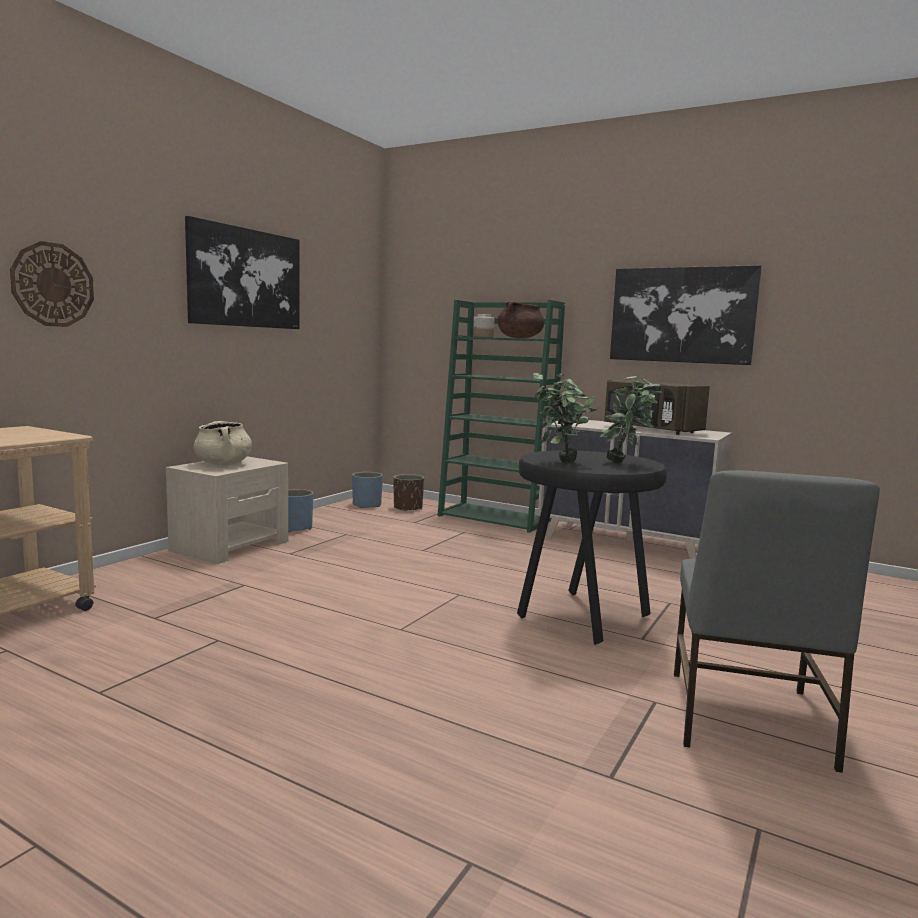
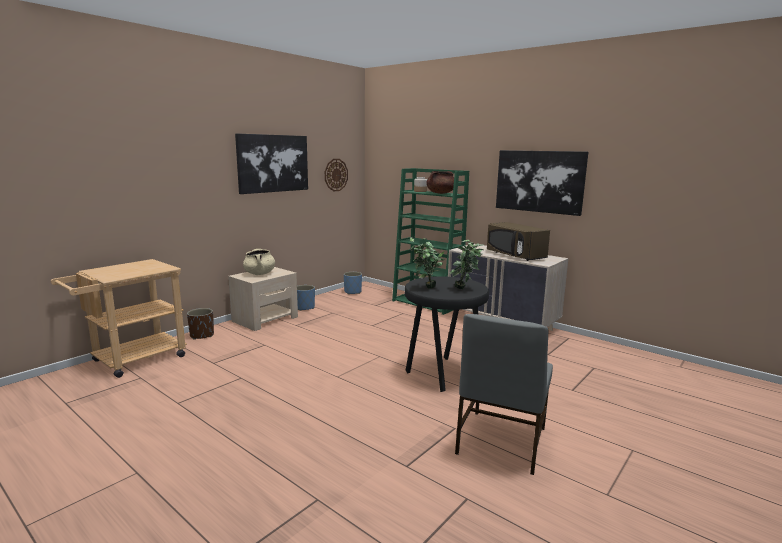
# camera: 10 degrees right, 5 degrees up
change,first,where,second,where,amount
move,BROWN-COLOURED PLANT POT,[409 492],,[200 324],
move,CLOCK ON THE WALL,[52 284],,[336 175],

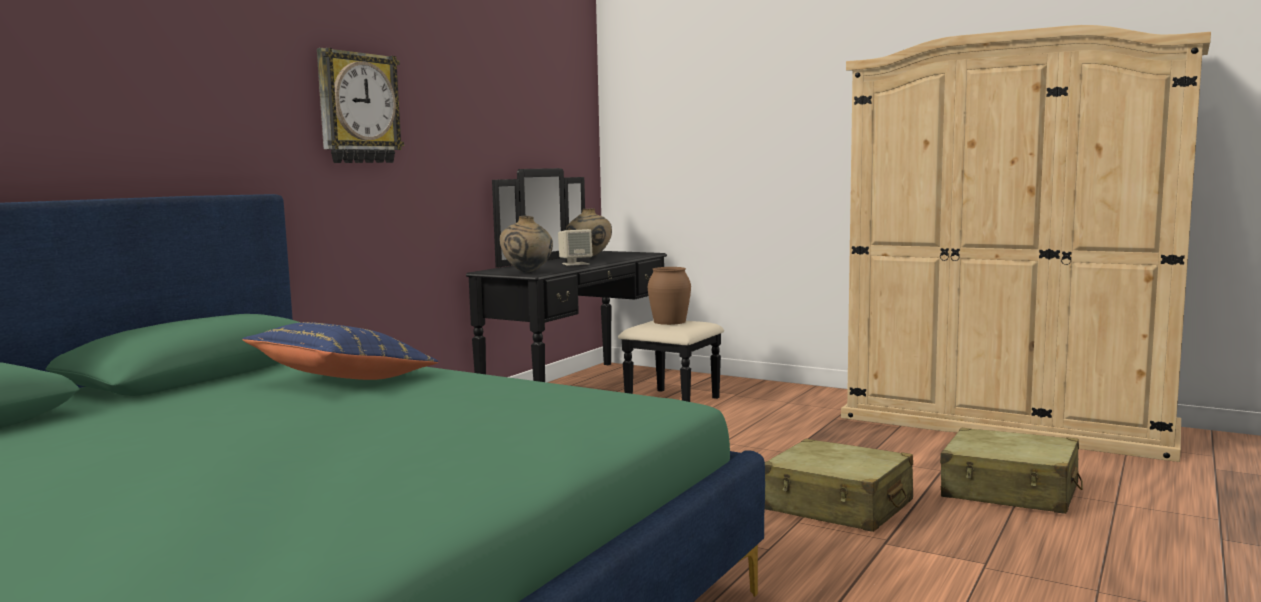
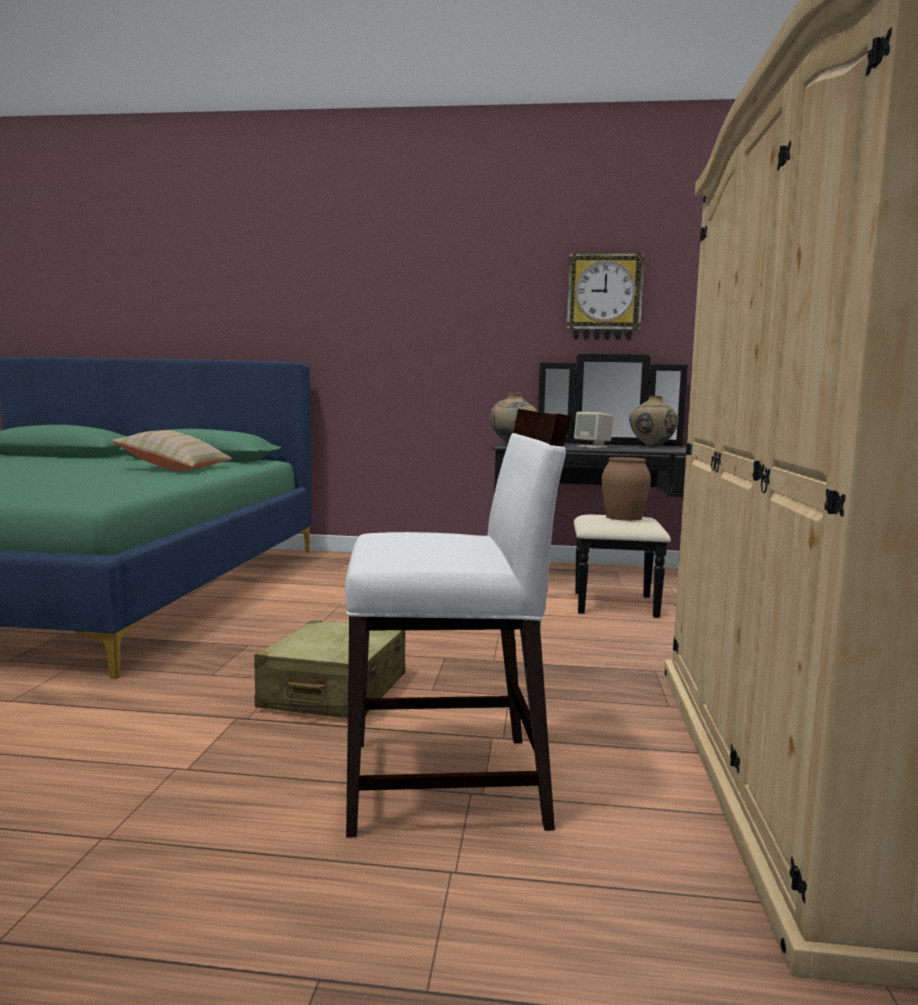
# camera: 65 degrees right, 0 degrees up
change,first,where,second,where,amount
recolor,BLUISH CUSHION,[340 351],SAND-COLOURED CUSHION,[172 450],
replace,SAND-COLOURED PIECE OF LUGGAGE,[1011 471],WHITE-COLOURED CHAIR,[458 623],
move,CLOCK ON THE WALL,[360 105],,[605 296],

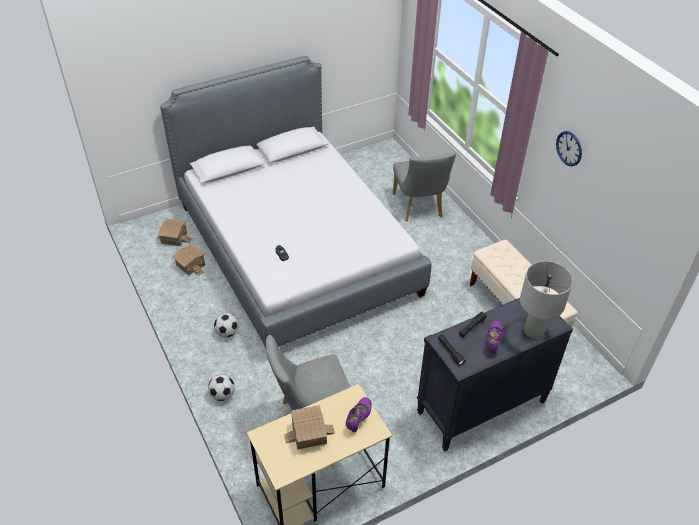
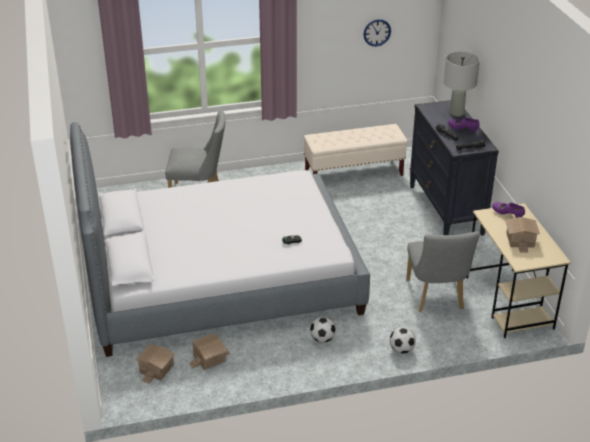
# camera: 75 degrees left, 10 degrees down
change,first,where,second,where,amount
move,CLOCK ON THE WALL,[569 148],,[377 32],

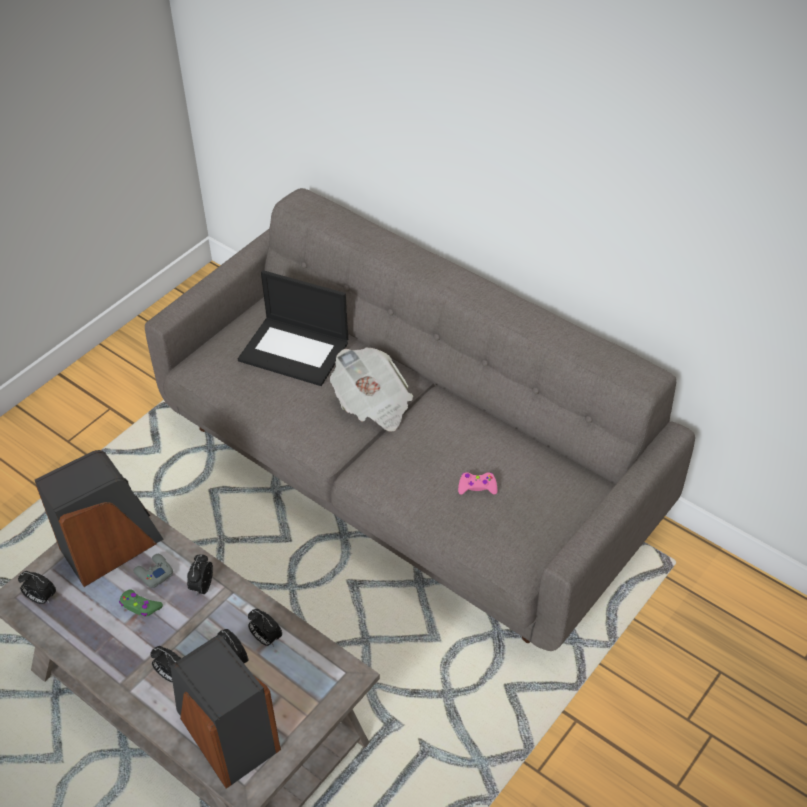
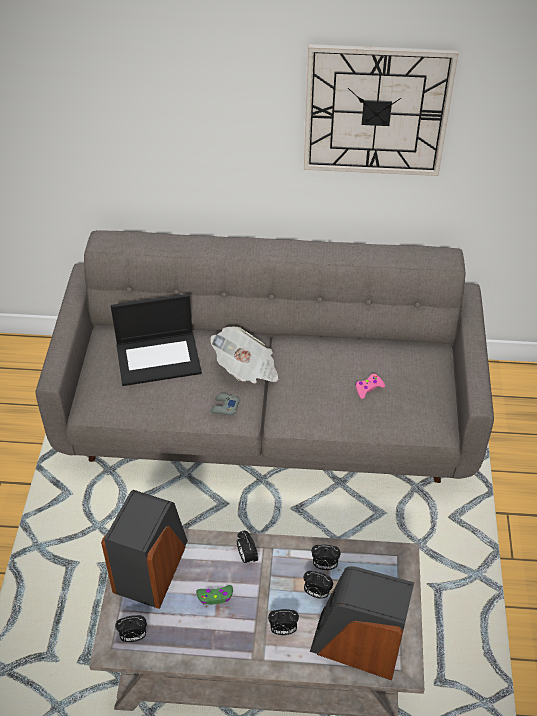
# camera: 35 degrees left, 0 degrees up
change,first,where,second,where,amount
move,GREYISH GAME CONTROLLER,[153 571],,[225 404],
insert,,,CLOCK ON THE WALL,[381 110],

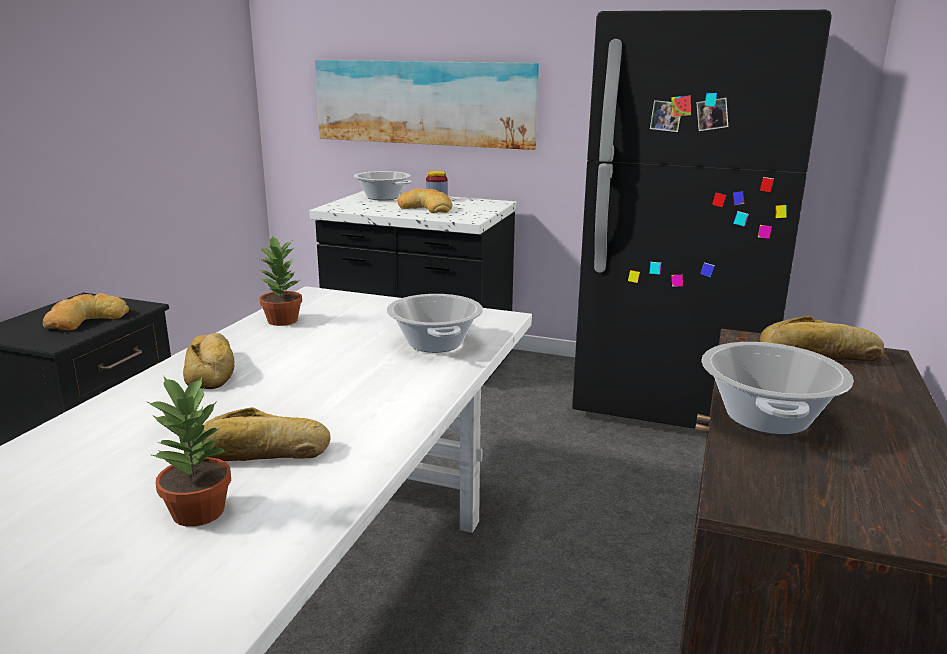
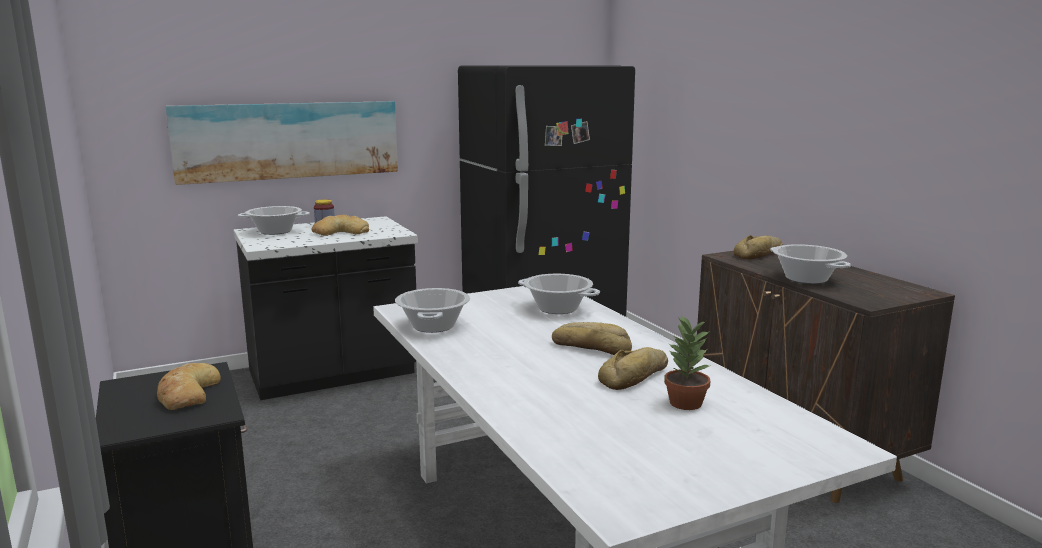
# camera: 45 degrees left, 5 degrees down
change,first,where,second,where,amount
replace,POTTED PLANT,[280 280],STOCKPOT,[432 310],
move,BREAD,[208 361],,[592 338],

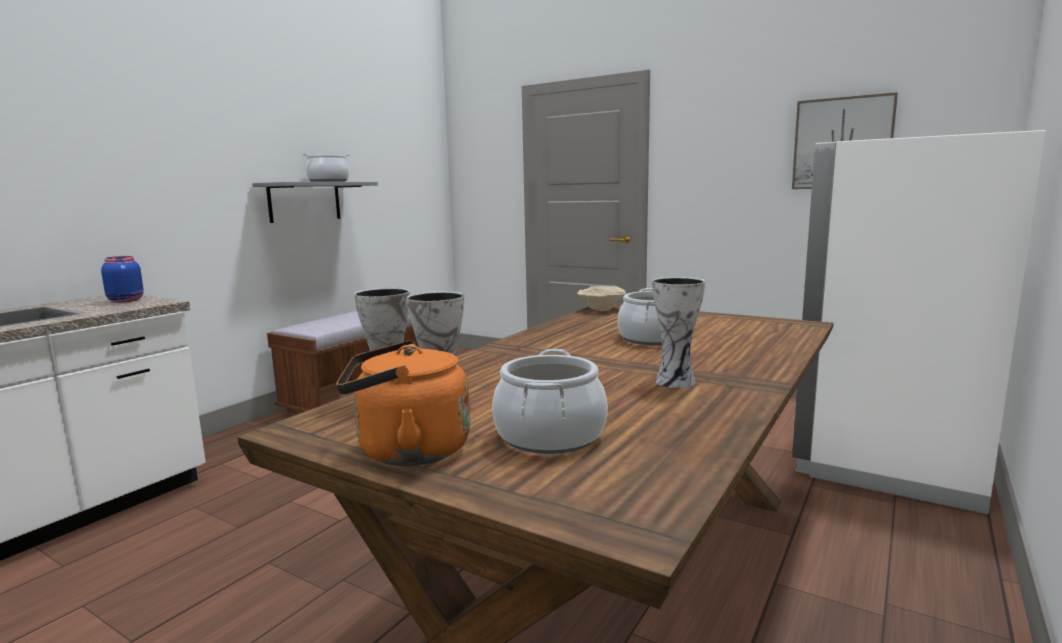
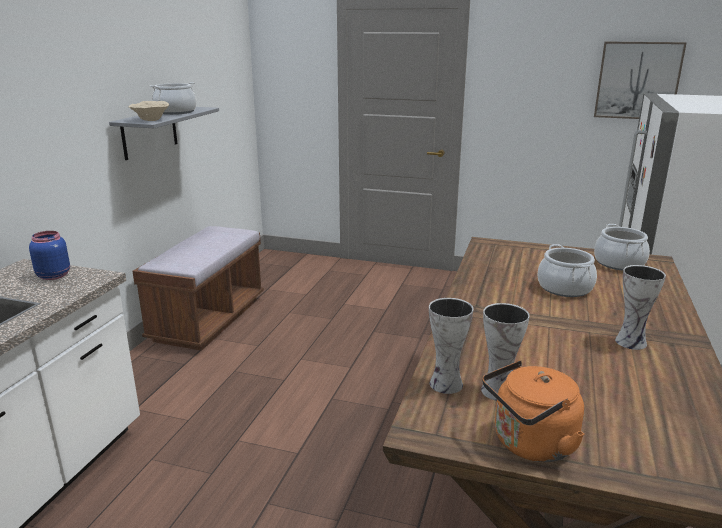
# camera: 15 degrees left, 10 degrees up
change,first,where,second,where,amount
move,SAND-COLOURED SERVING BOWL,[601 298],,[149 111],
move,STOCKPOT,[550 401],,[622 247],

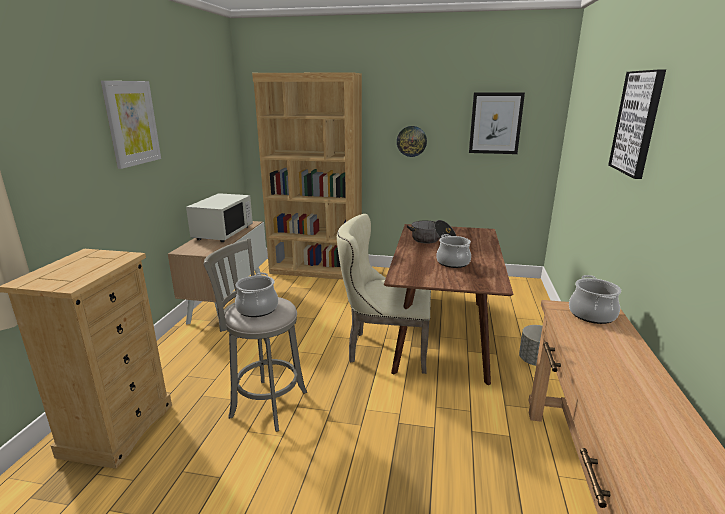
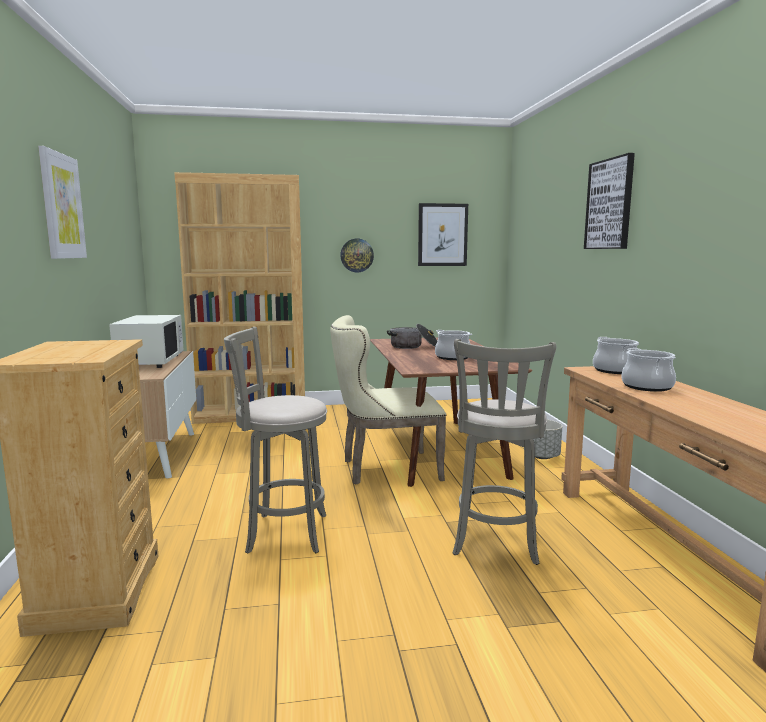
# camera: 20 degrees left, 10 degrees down
change,first,where,second,where,amount
insert,,,GREYISH STOOL SEAT,[504 452],
move,STOCKPOT,[256 295],,[648 370],

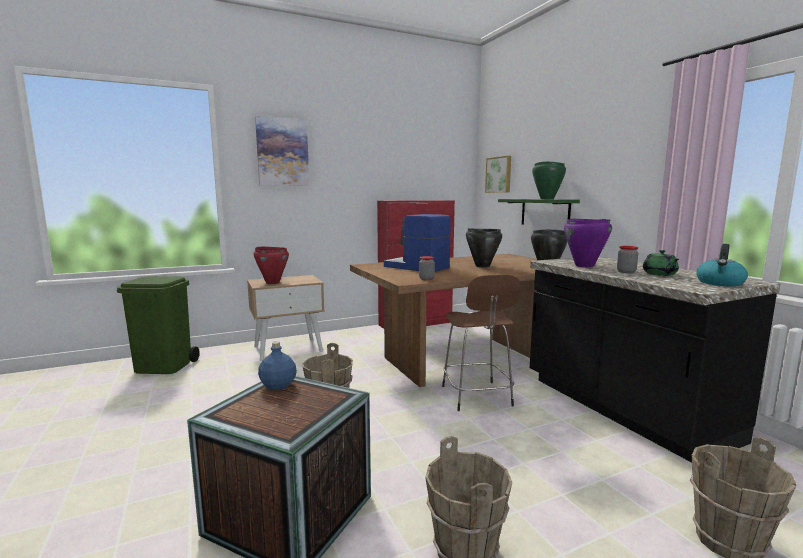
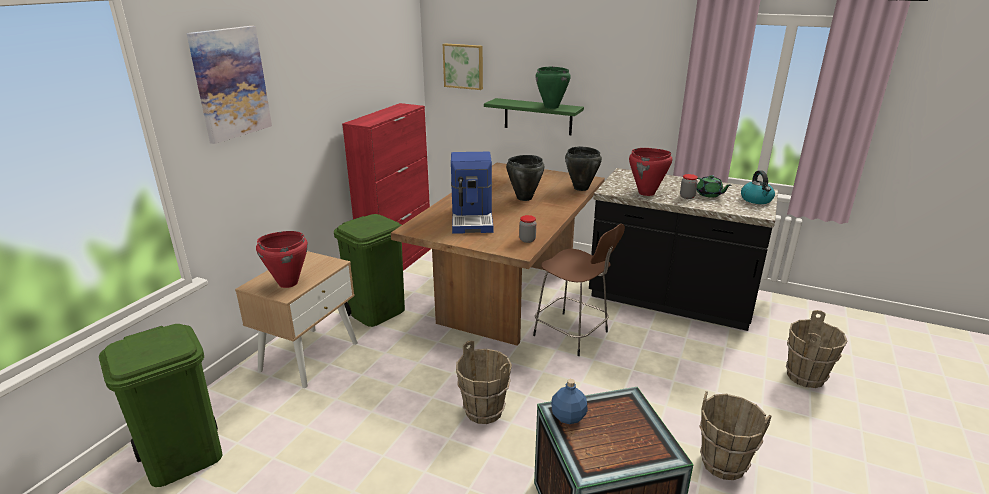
# camera: 40 degrees left, 15 degrees up
change,first,where,second,where,amount
insert,,,GREEN WASTE BIN,[369 270],
rotate,COFFEE MAKER,[417 243],,[472 193],90 degrees counterclockwise
recolor,PURPLISH STOCKPOT,[588 243],RED STOCKPOT,[650 172],

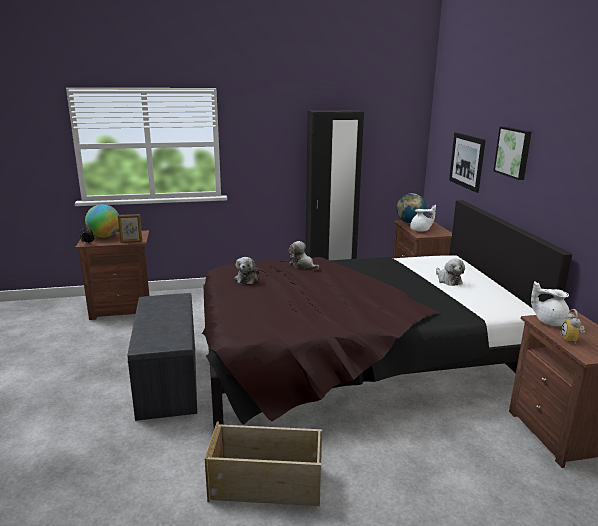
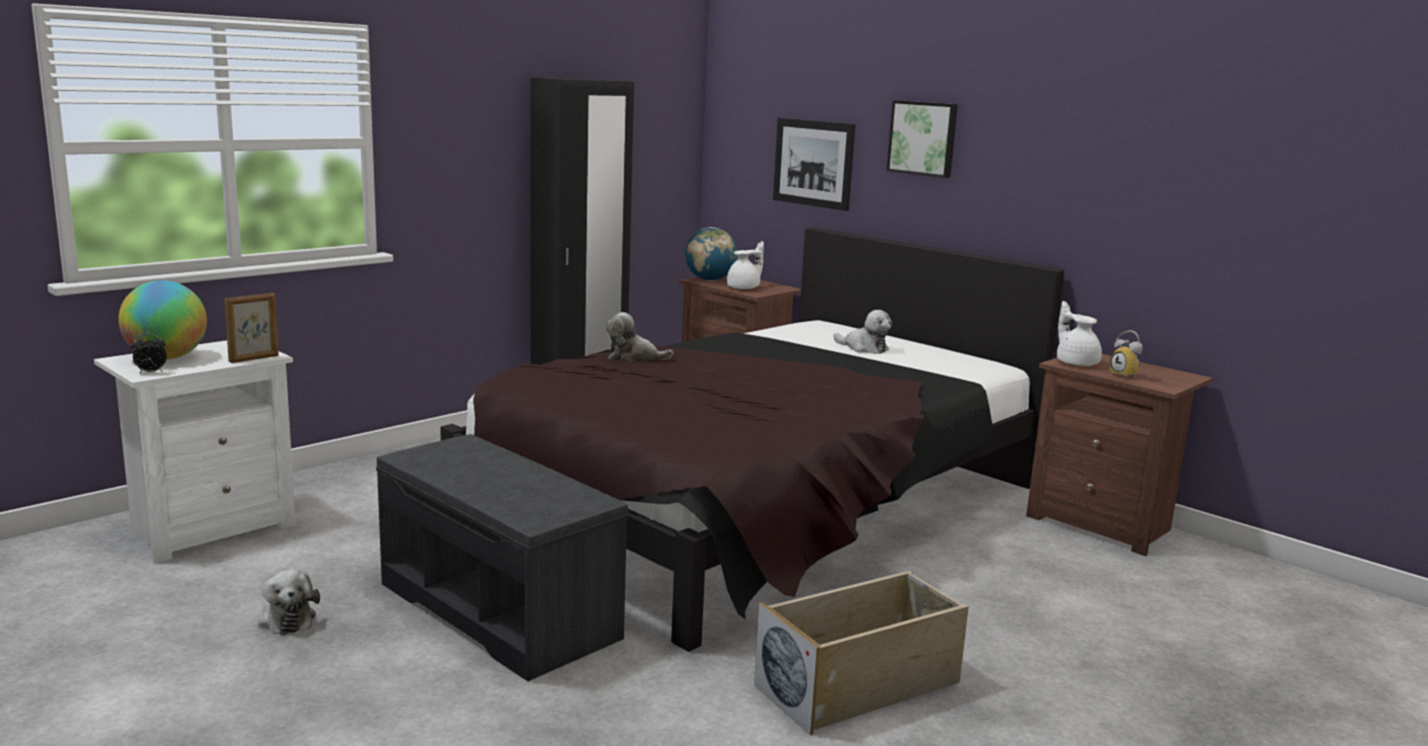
# camera: 35 degrees left, 5 degrees down
change,first,where,second,where,amount
recolor,BROWN-COLOURED NIGHTSTAND,[112 275],WHITE-COLOURED NIGHTSTAND,[195 451],
move,SOFT TOY,[247 270],,[289 602],
rotate,WHITE-COLOURED TEA POT,[550 303],,[1079 333],75 degrees clockwise

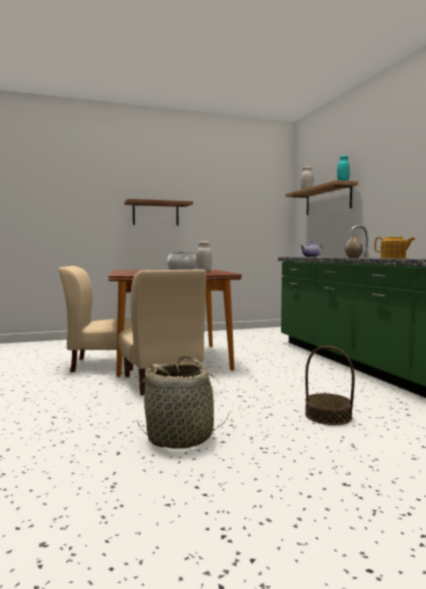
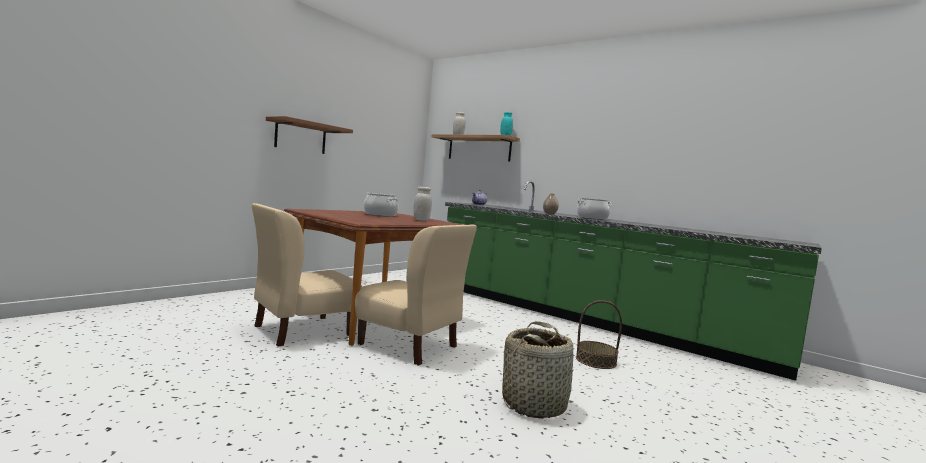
# camera: 35 degrees left, 0 degrees up
change,first,where,second,where,amount
replace,TEA POT,[395 248],STOCKPOT,[594 209],

